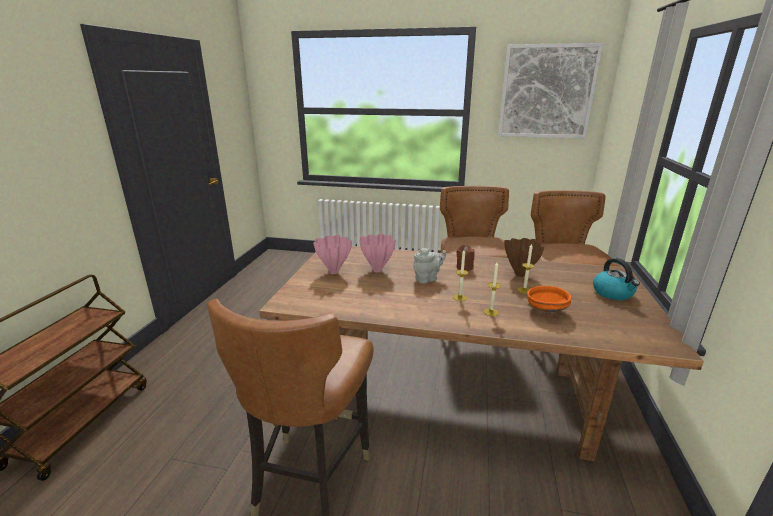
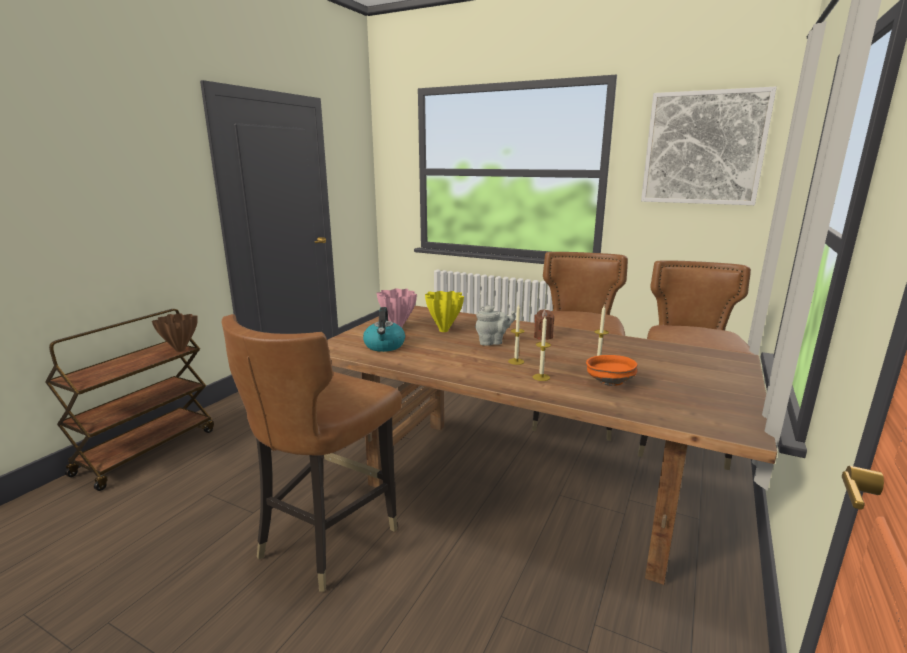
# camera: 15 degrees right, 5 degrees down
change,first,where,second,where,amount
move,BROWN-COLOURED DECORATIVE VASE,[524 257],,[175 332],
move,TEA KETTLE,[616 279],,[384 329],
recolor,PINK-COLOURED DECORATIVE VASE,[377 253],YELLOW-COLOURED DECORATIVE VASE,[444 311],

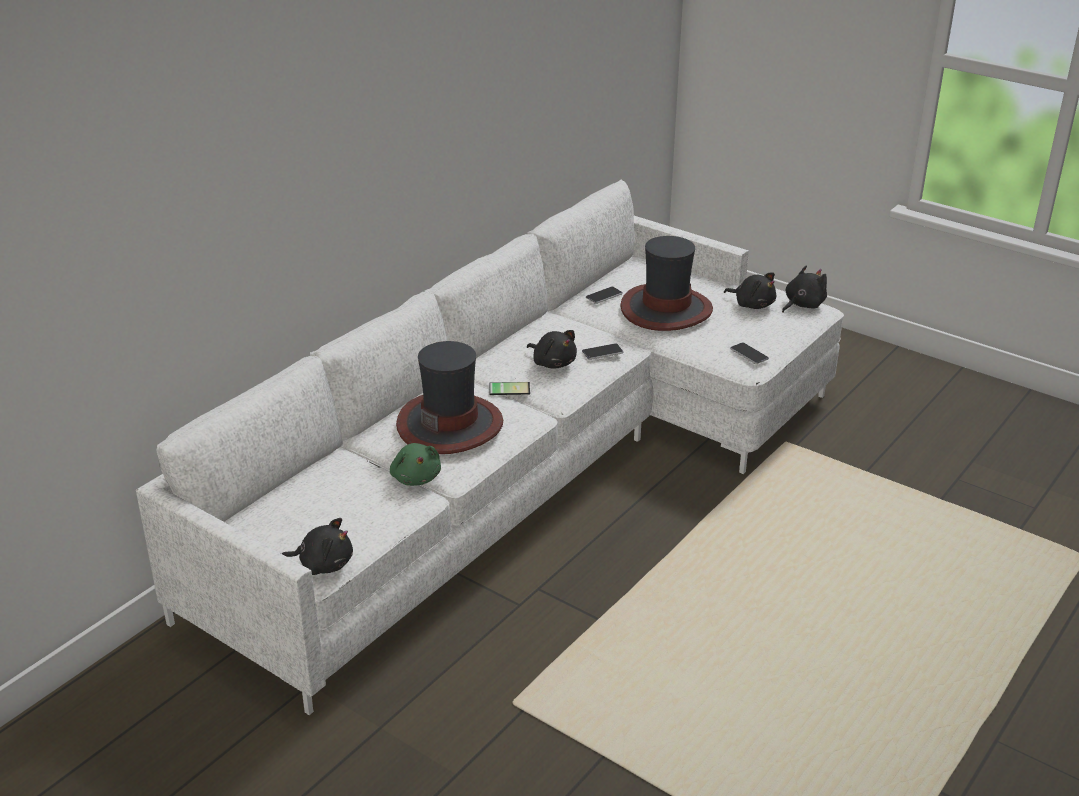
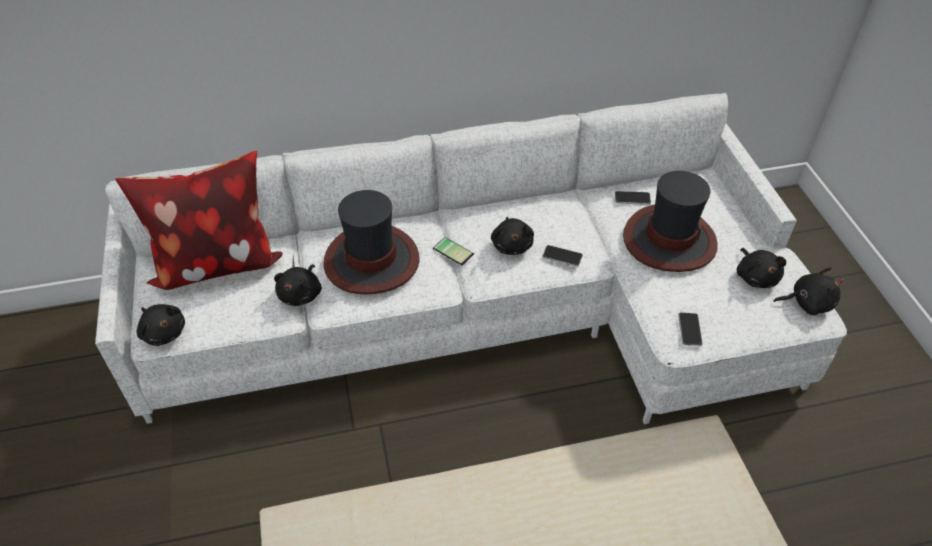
# camera: 40 degrees right, 15 degrees up
change,first,where,second,where,amount
insert,,,CUSHION,[199 220],
recolor,GREEN SOFT TOY,[415 464],BLACKISH SOFT TOY,[298 285],

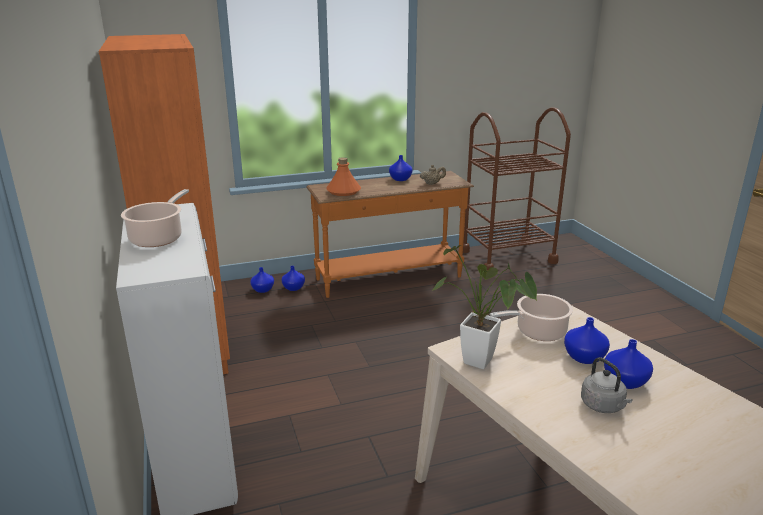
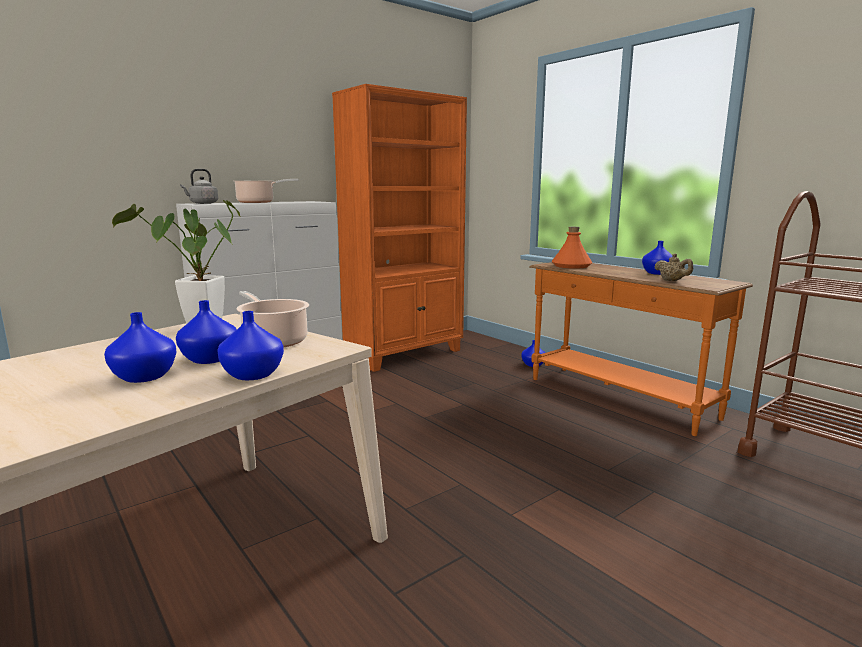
# camera: 70 degrees right, 10 degrees down
change,first,where,second,where,amount
move,GREYISH TEA KETTLE,[607 385],,[199 186],
move,BLUISH DECORATIVE VASE,[262 280],,[250 345],

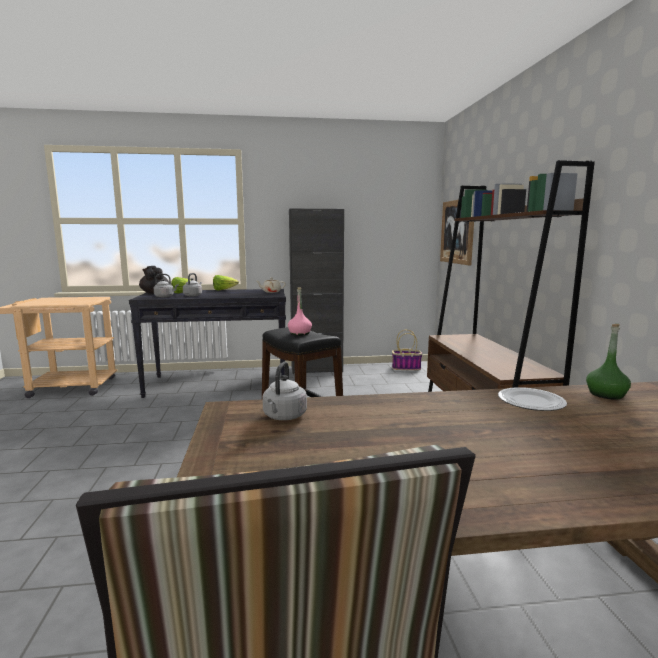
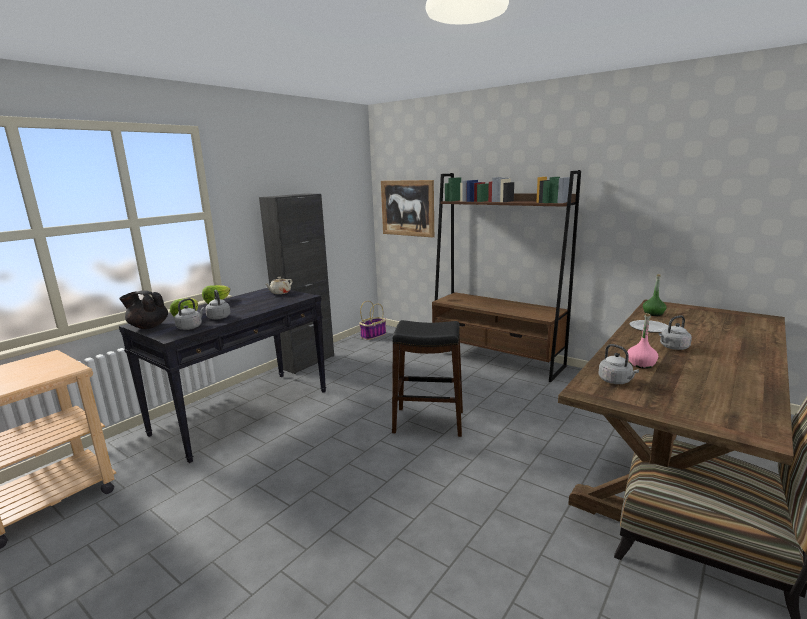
# camera: 45 degrees left, 5 degrees up
change,first,where,second,where,amount
move,PINK-COLOURED DRINK BOTTLE,[300 311],,[643 341],
insert,,,GREYISH TEA KETTLE,[675 332],

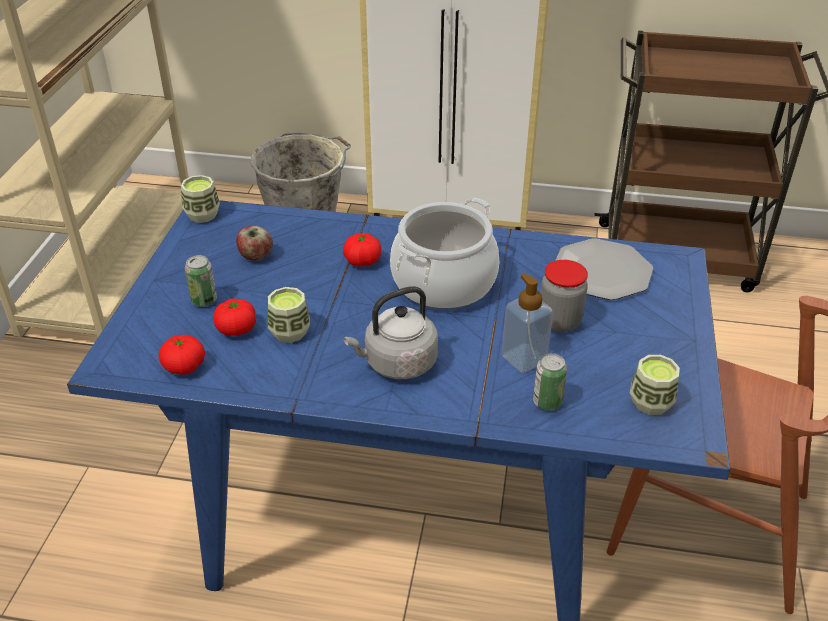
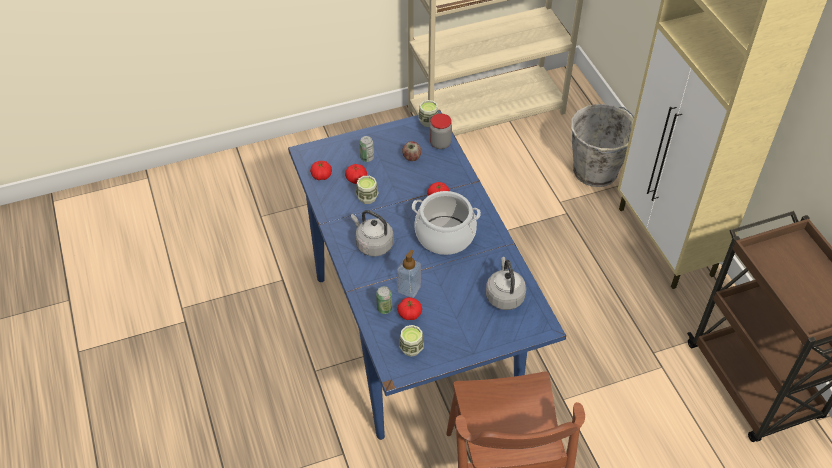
# camera: 60 degrees right, 10 degrees up
change,first,where,second,where,amount
insert,,,WHOLE TOMATO,[409 308],
move,STORAGE JAR,[564 296],,[440 131],
replace,PLATE,[604 269],GREYISH TEA KETTLE,[506 283],

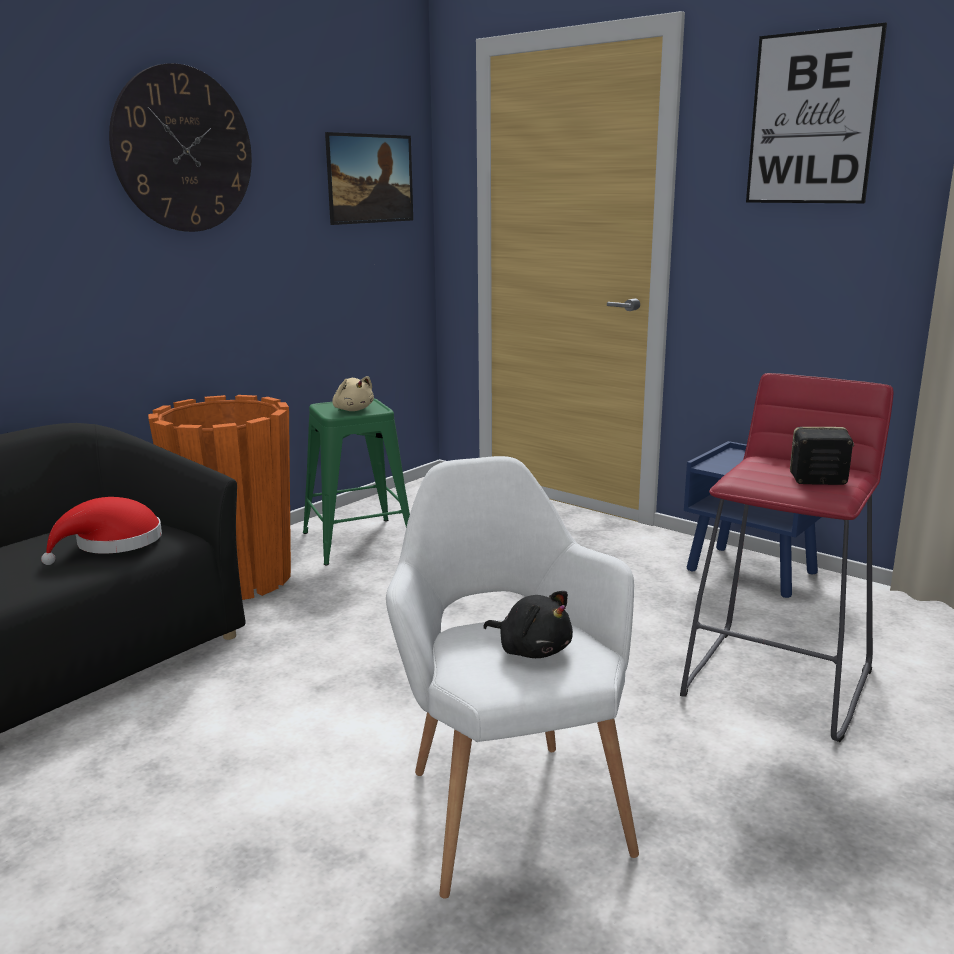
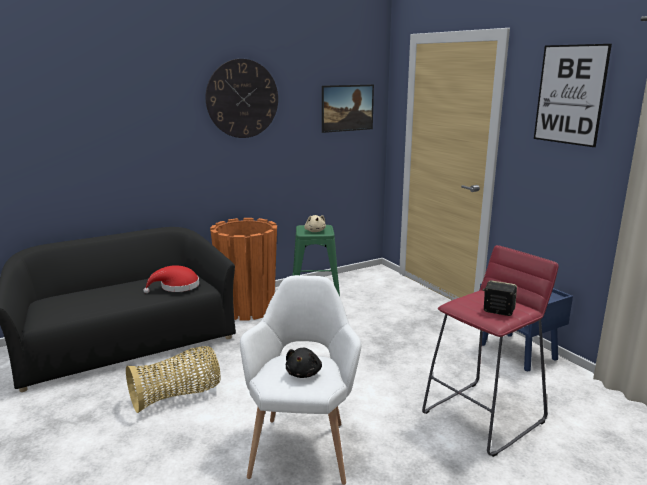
# camera: 20 degrees right, 0 degrees up
change,first,where,second,where,amount
insert,,,STORAGE BASKET,[173 379],
rotate,BLACKISH SOFT TOY,[528 624],,[304 363],45 degrees clockwise

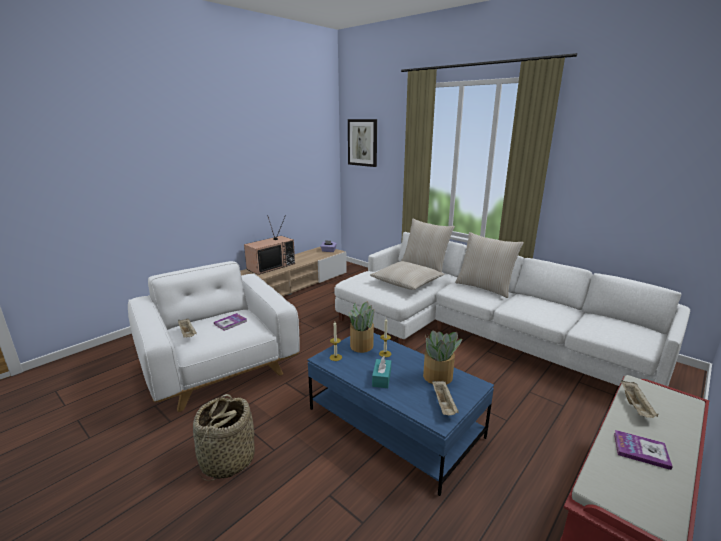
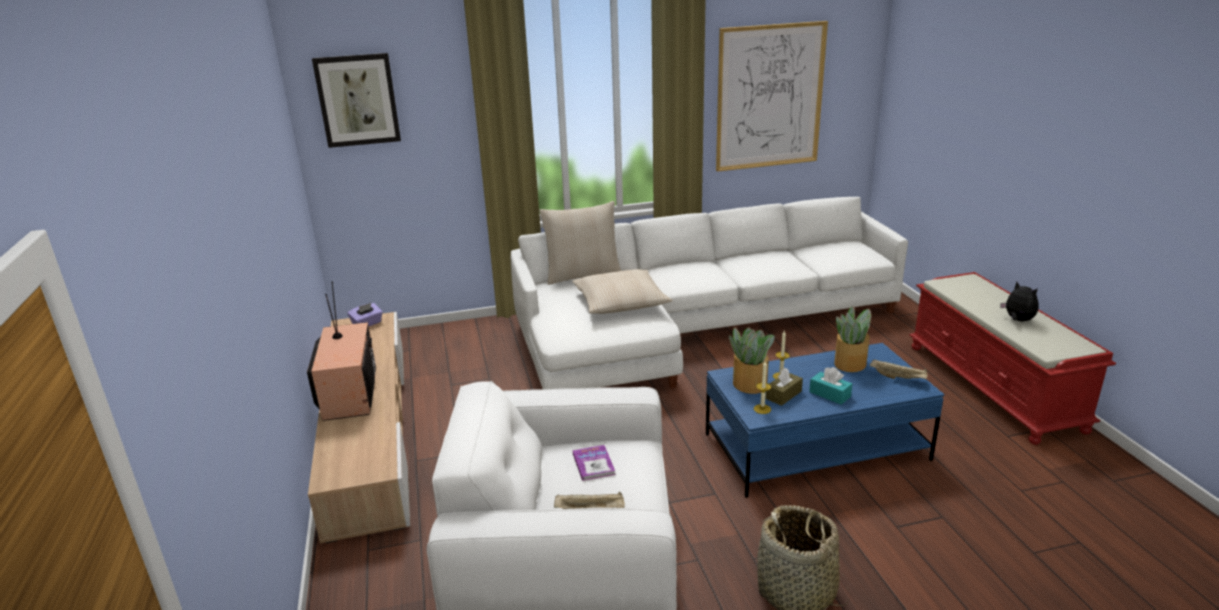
# camera: 55 degrees left, 5 degrees up
change,first,where,second,where,amount
insert,,,WALL PICTURE,[772 96],
insert,,,BROWN-COLOURED TISSUE BOX,[784 387],
replace,BOUND BOOK,[643 450],SOFT TOY,[1019 301],
delete,SAND-COLOURED CUSHION,[489 265],,,
delete,SAND-COLOURED TRAY,[640 399],,,

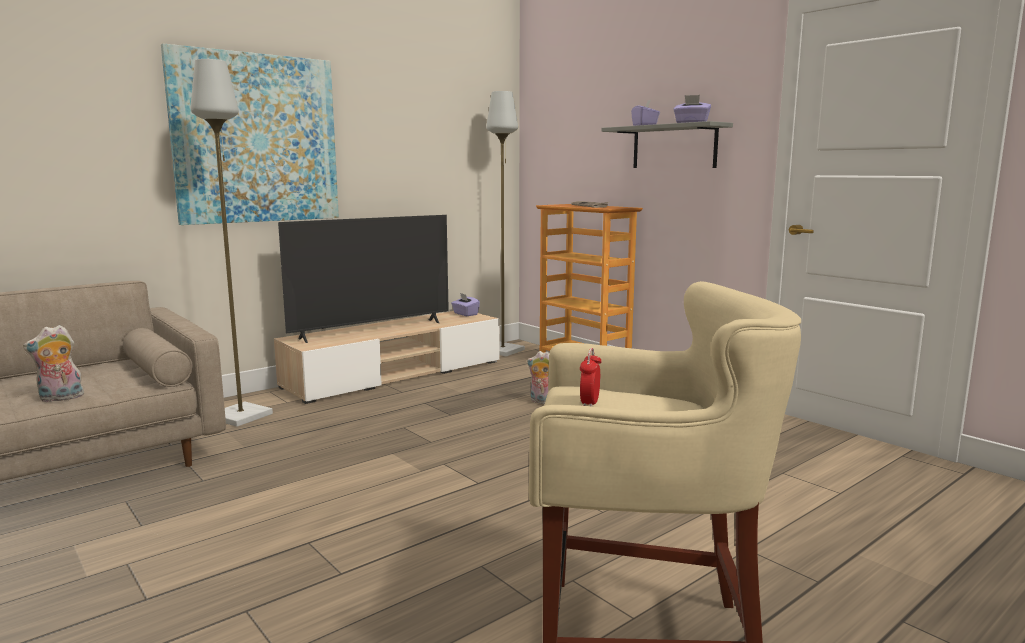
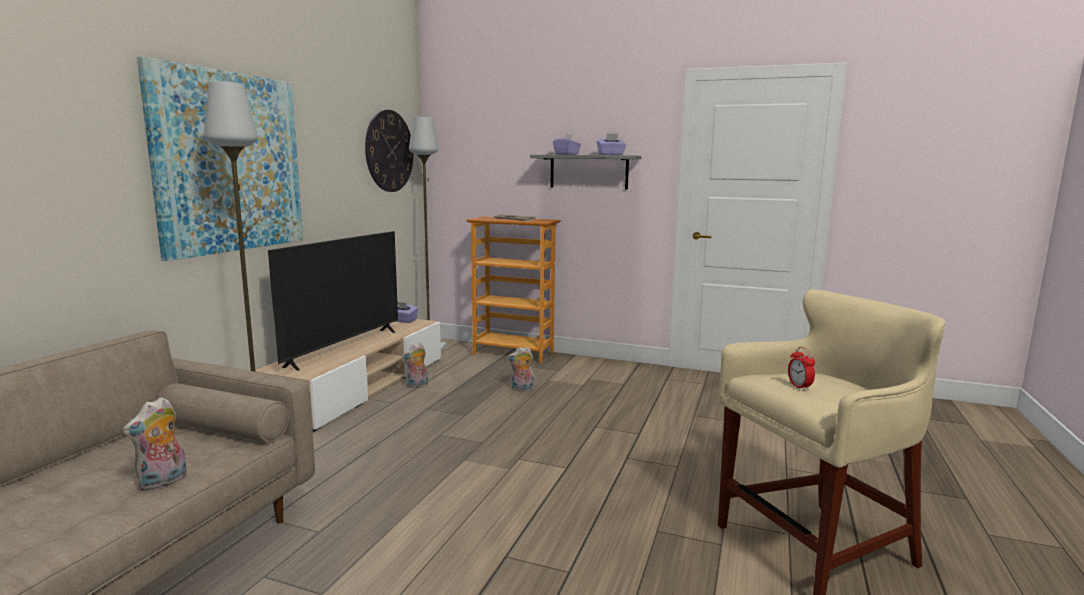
# camera: 30 degrees left, 0 degrees up
change,first,where,second,where,amount
insert,,,CLOCK ON THE WALL,[389 151],
insert,,,SOFT TOY,[415 365],

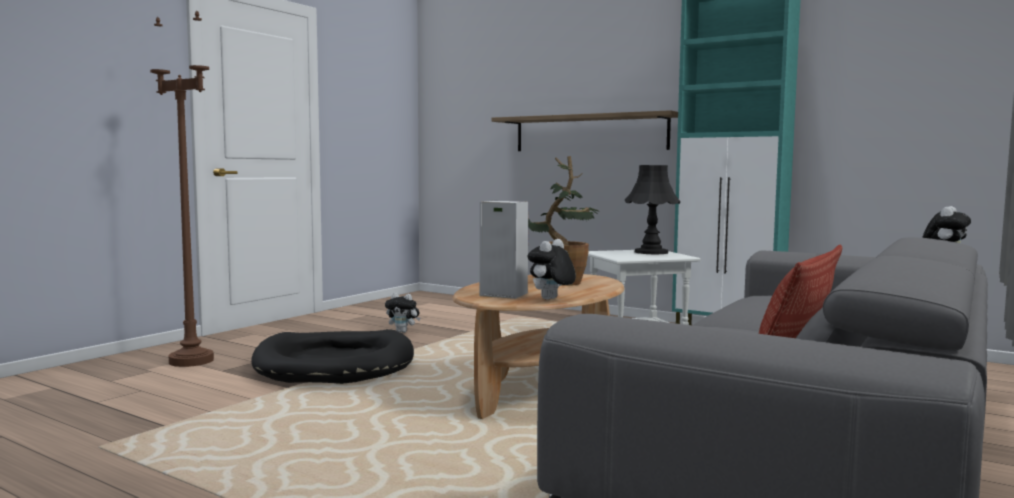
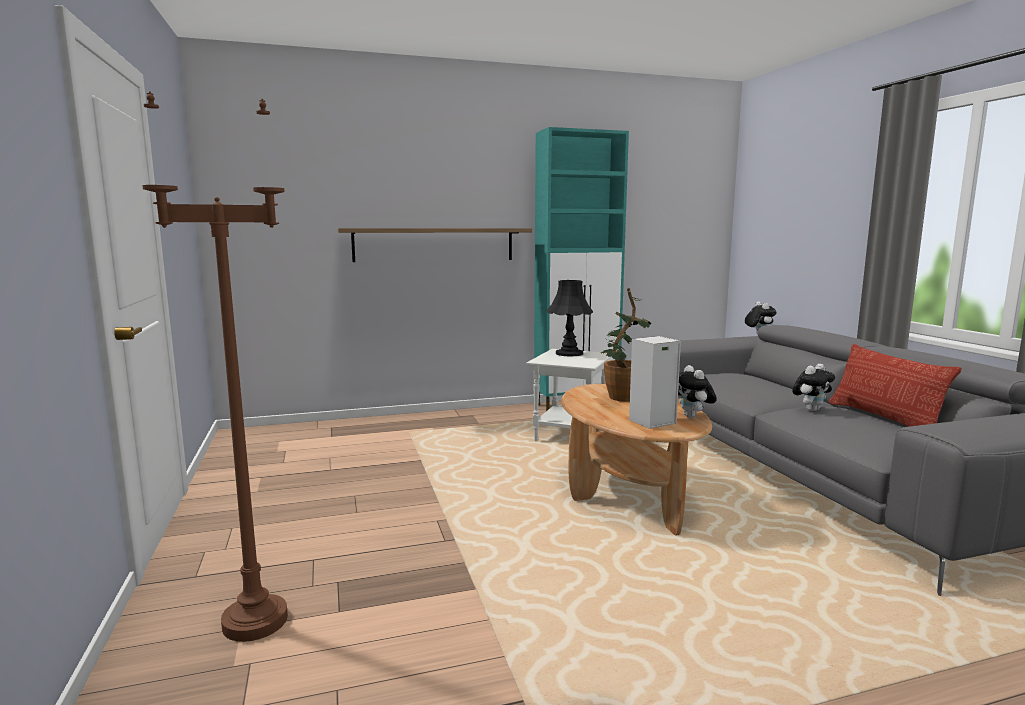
# camera: 50 degrees left, 5 degrees up
change,first,where,second,where,amount
move,SOFT TOY,[403 313],,[813 388],
delete,BLACKISH DOG CUSHION,[332 356],,,

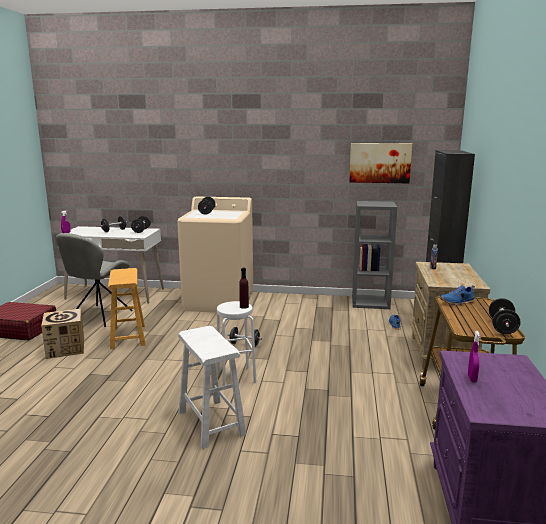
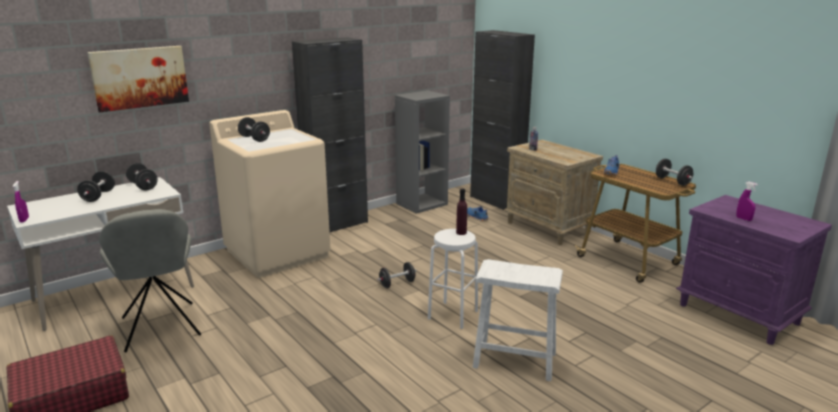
# camera: 45 degrees left, 5 degrees up
change,first,where,second,where,amount
move,WALL PICTURE,[380 163],,[138 79],
insert,,,BLACKISH STORAGE CABINET,[330 134],
delete,CARTON,[62 334],,,
delete,BROWN-COLOURED STOOL SEAT,[127 308],,,

